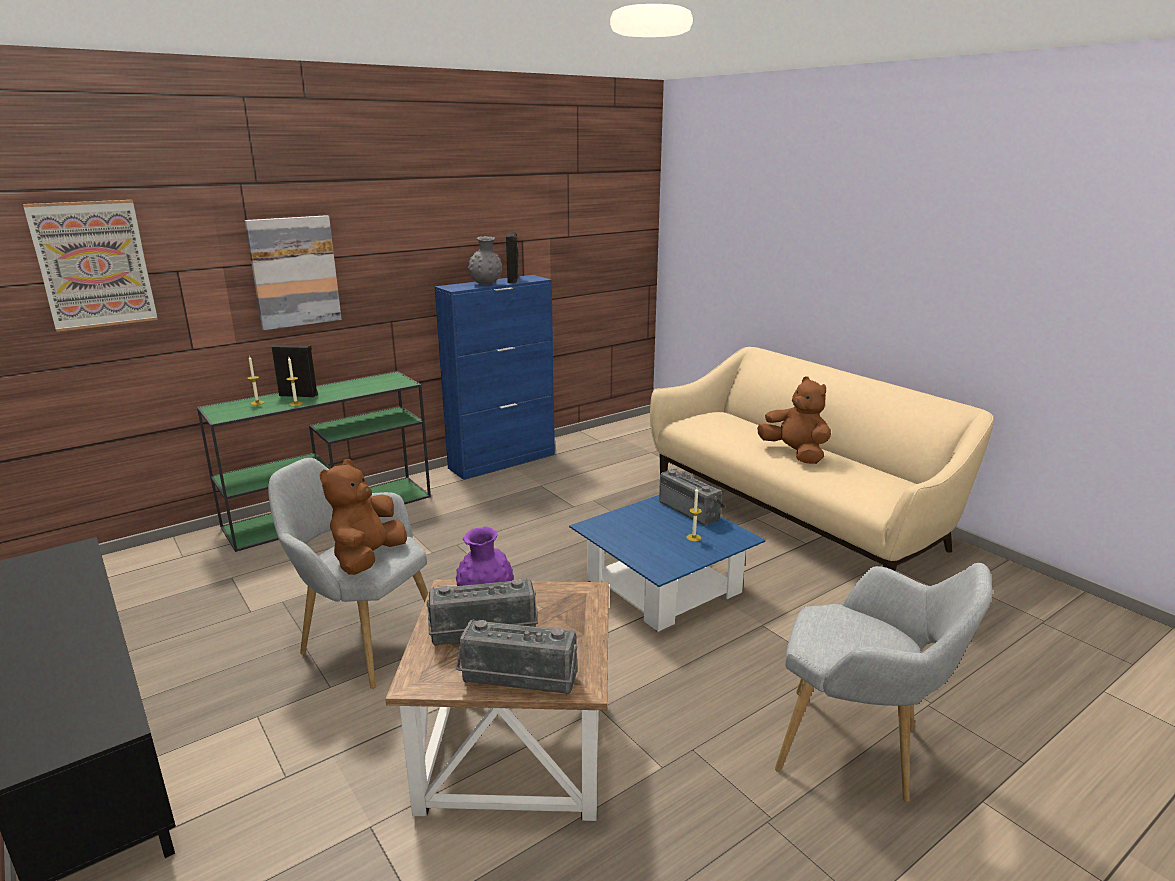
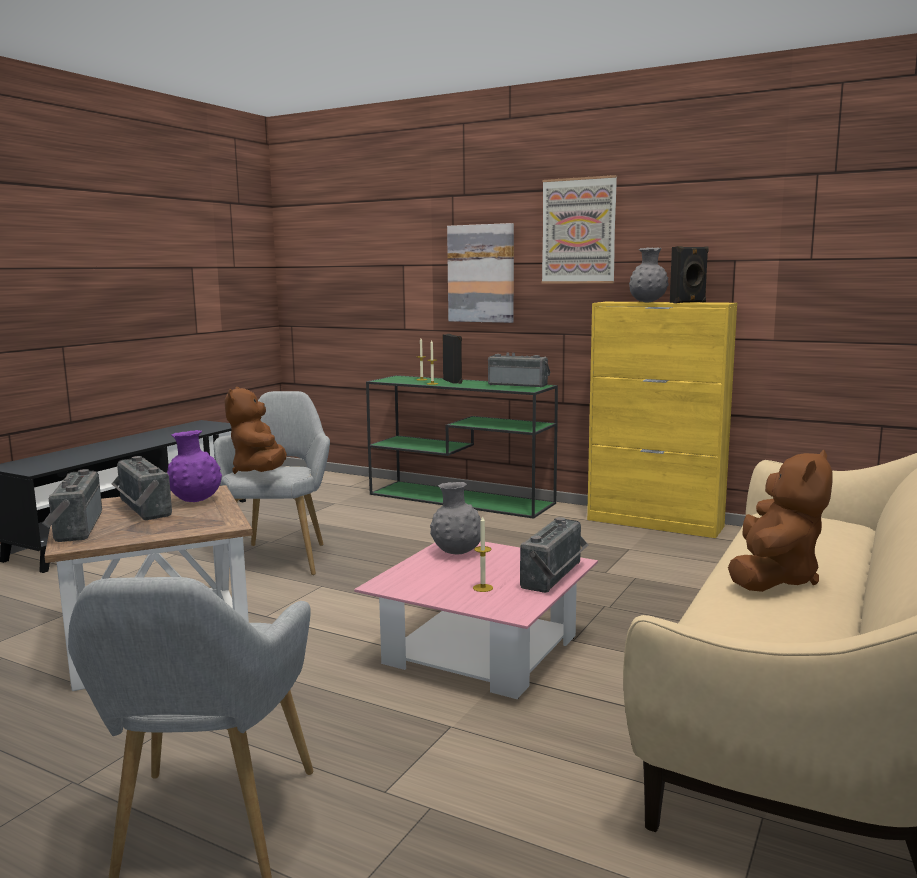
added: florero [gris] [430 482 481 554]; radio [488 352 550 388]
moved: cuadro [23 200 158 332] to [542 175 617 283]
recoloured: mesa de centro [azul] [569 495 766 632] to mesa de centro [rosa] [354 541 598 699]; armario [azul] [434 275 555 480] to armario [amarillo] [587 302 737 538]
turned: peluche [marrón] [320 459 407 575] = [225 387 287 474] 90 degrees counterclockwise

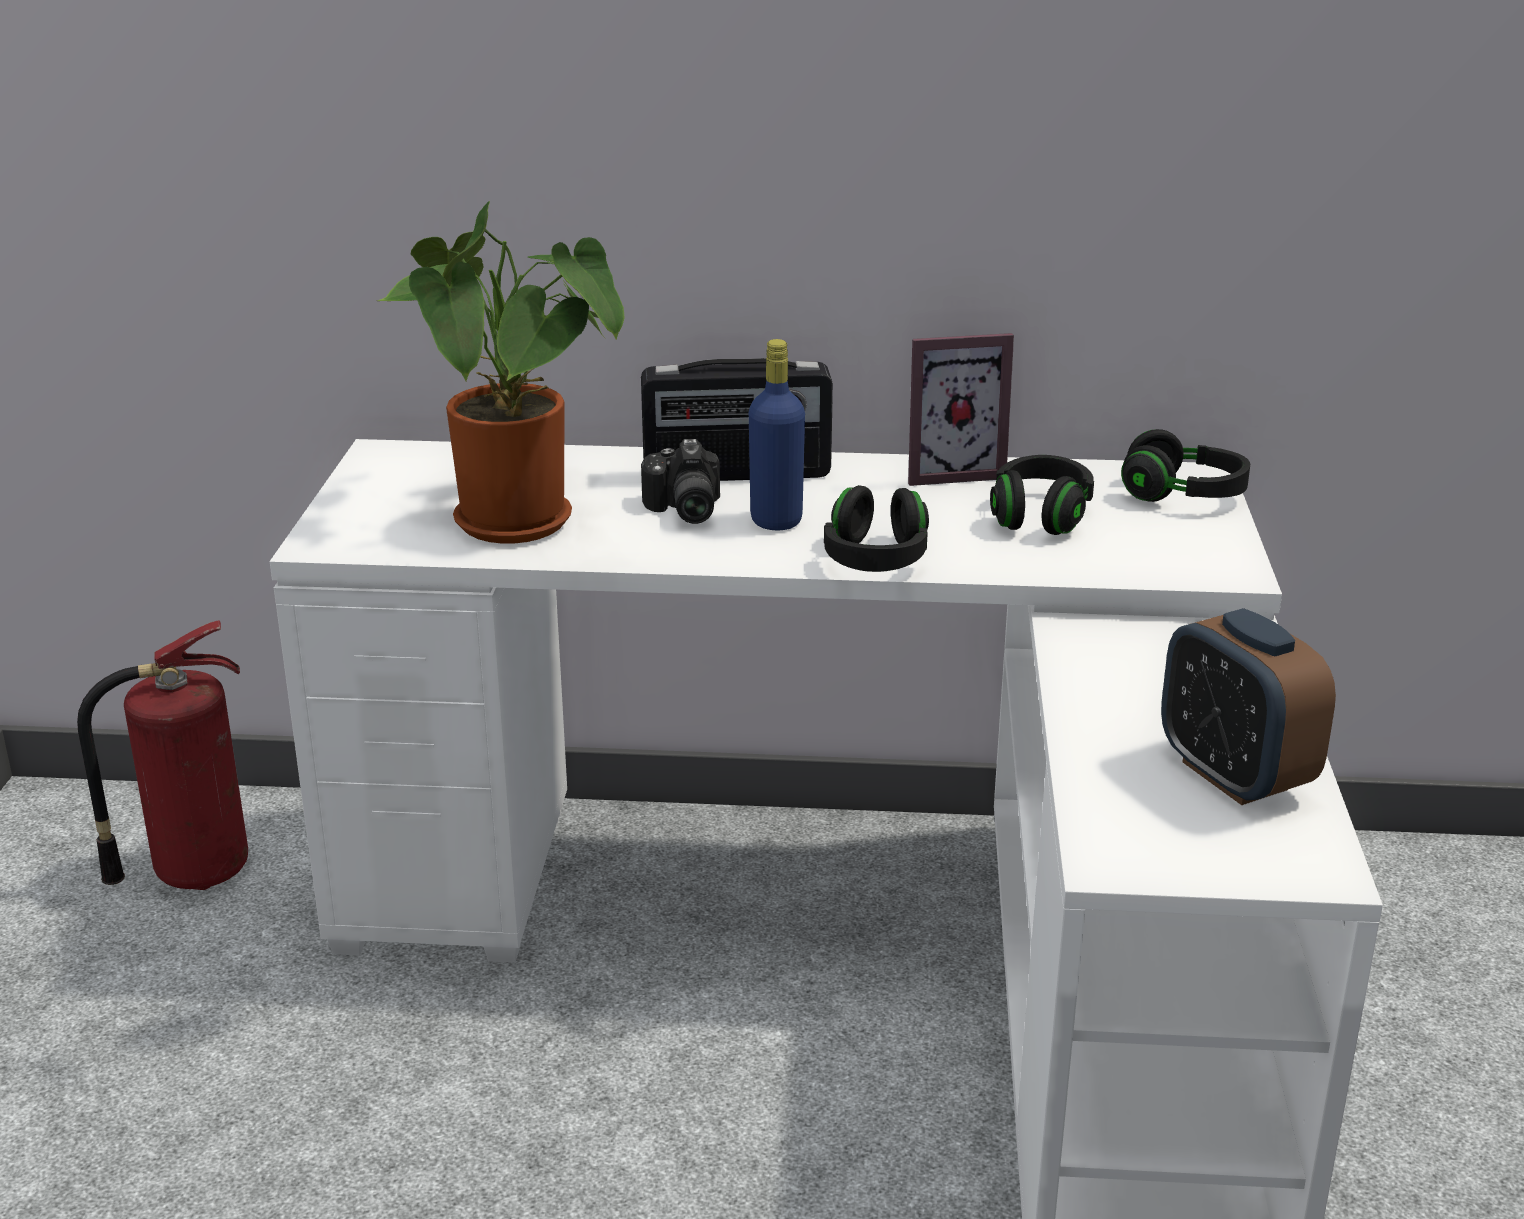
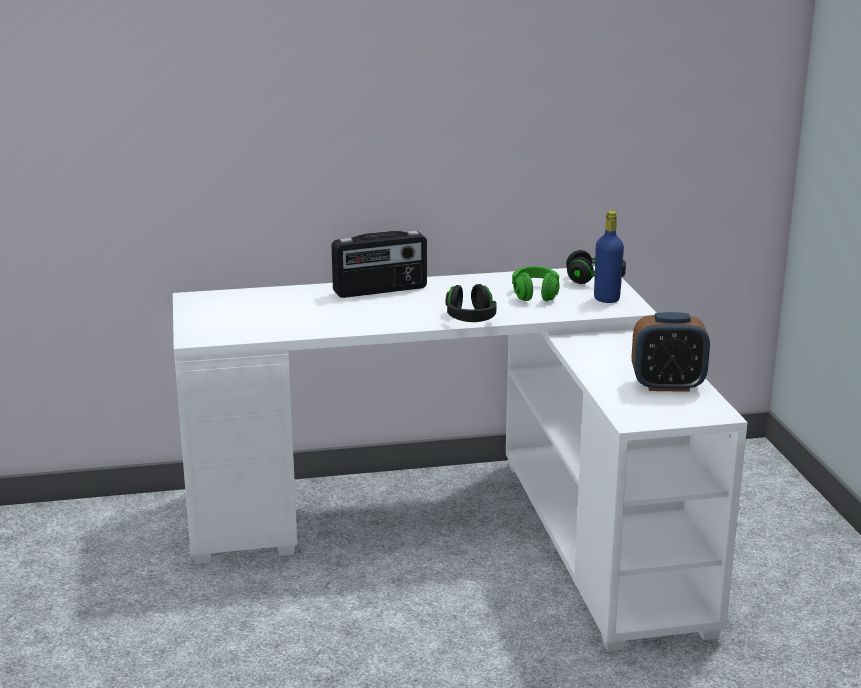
removed: extintor [77 620 248 890]; planta en maceta [378 201 625 544]; cámara [641 439 720 524]; portarretratos [908 333 1014 486]
moved: botella [azul] [749 339 805 530] to [594 211 624 303]
recoloured: auriculares [negro] [990 455 1094 535] to auriculares [verde] [512 266 560 301]
turned: despertador [1161 608 1336 805] = [632 312 710 392] 45 degrees counterclockwise

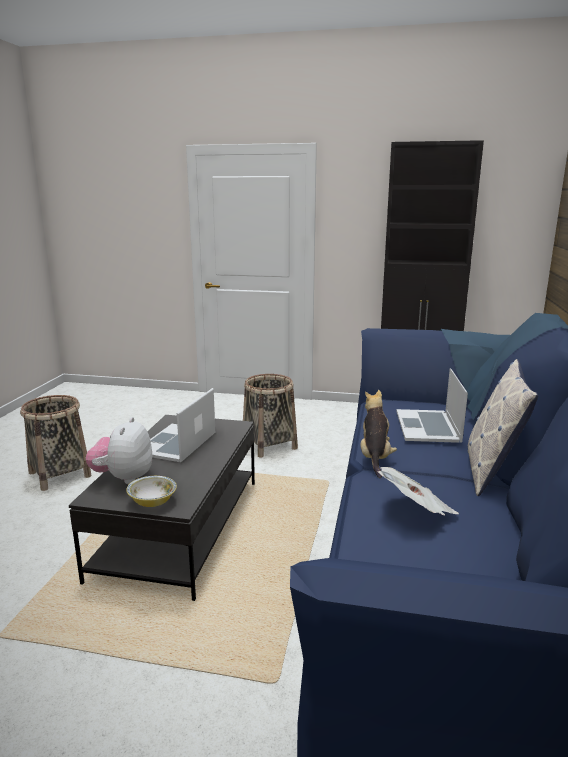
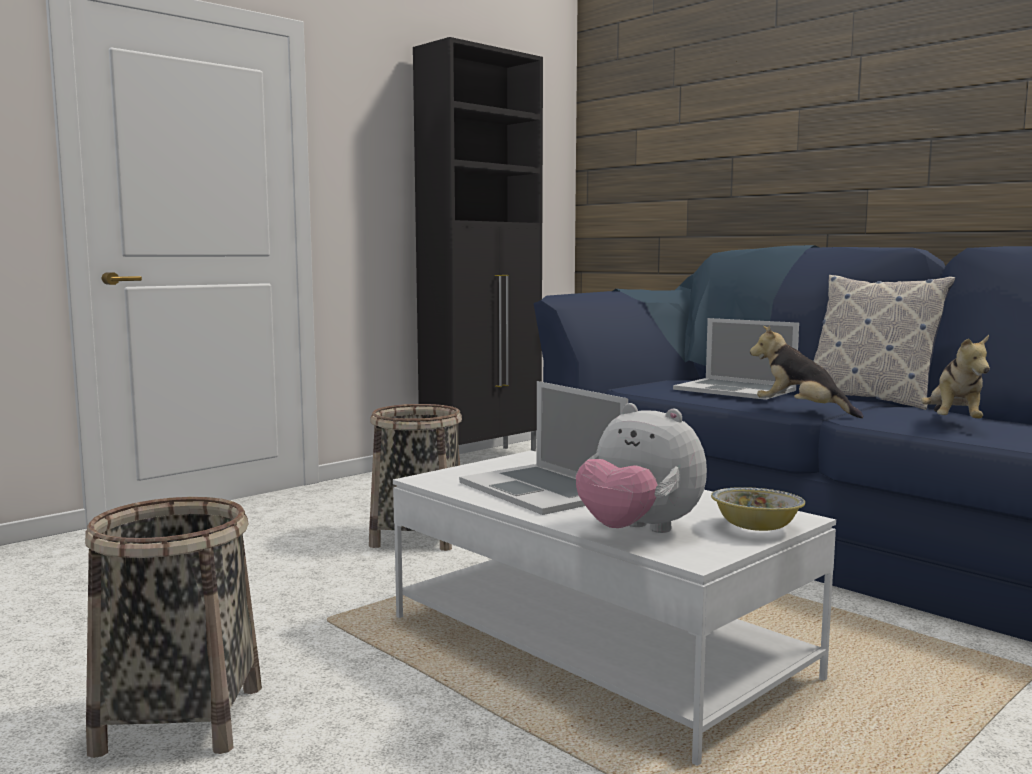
replaced: periódico [377 467 459 516] to peluche [921 335 990 419]
recoloured: mesa de centro [negro] [69 415 255 601] to mesa de centro [blanco] [393 450 836 766]

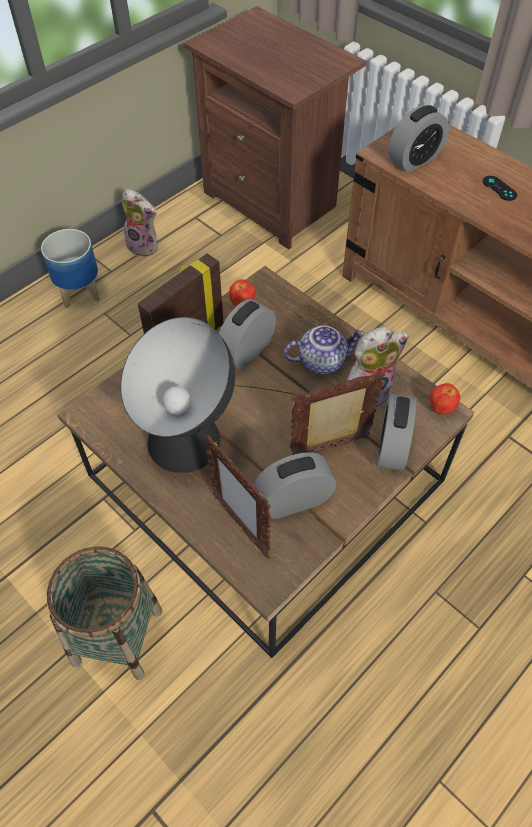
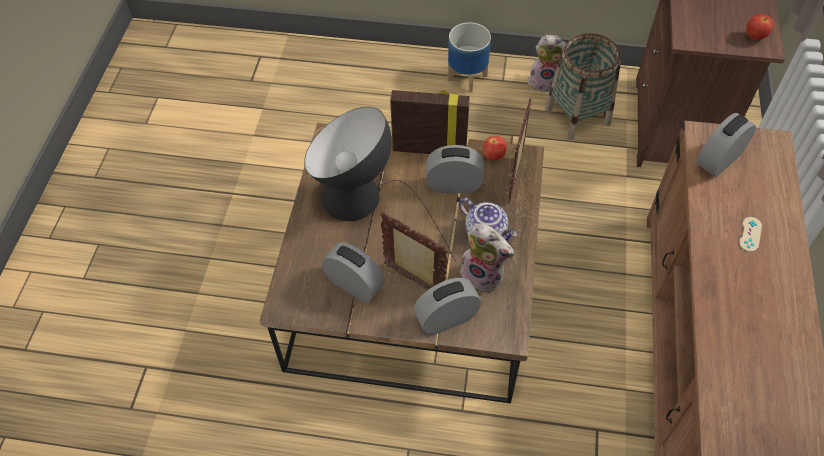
moved: portarretratos [204 435 271 559] to [508 99 531 204]; cesta [47 546 162 680] to [545 33 621 140]; manzana [430 383 460 415] to [746 14 773 40]
recoloured: mando de consola [negro] [483 176 517 201] to mando de consola [beis] [739 217 762 252]
turned: peluche [122 189 158 257] = [528 35 566 92] 75 degrees counterclockwise; despertador [388 105 449 173] = [697 113 756 177] 120 degrees clockwise

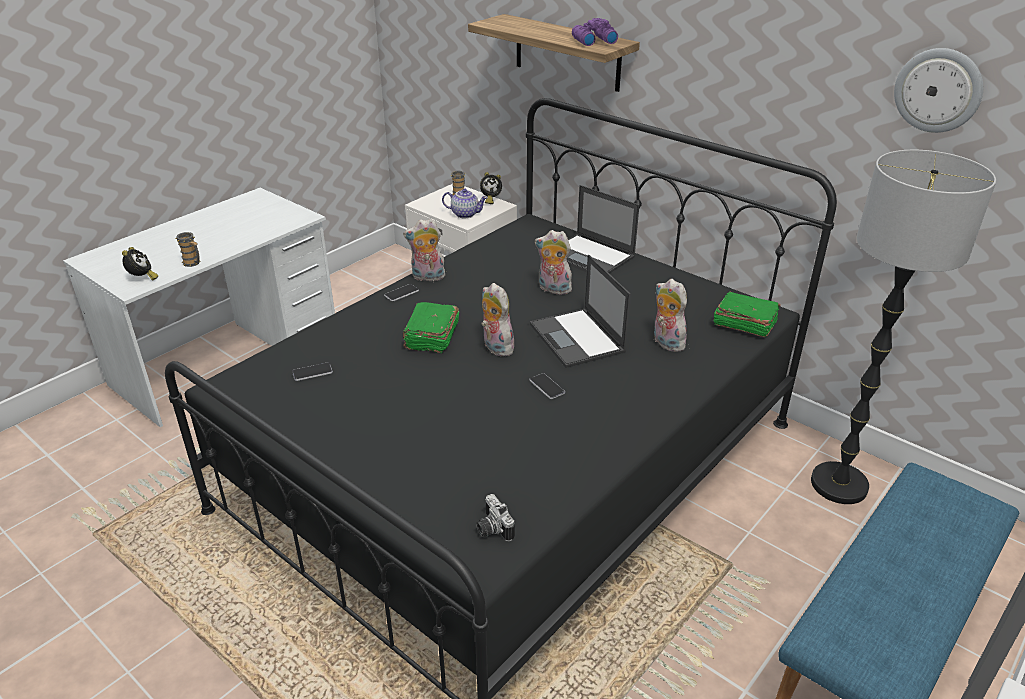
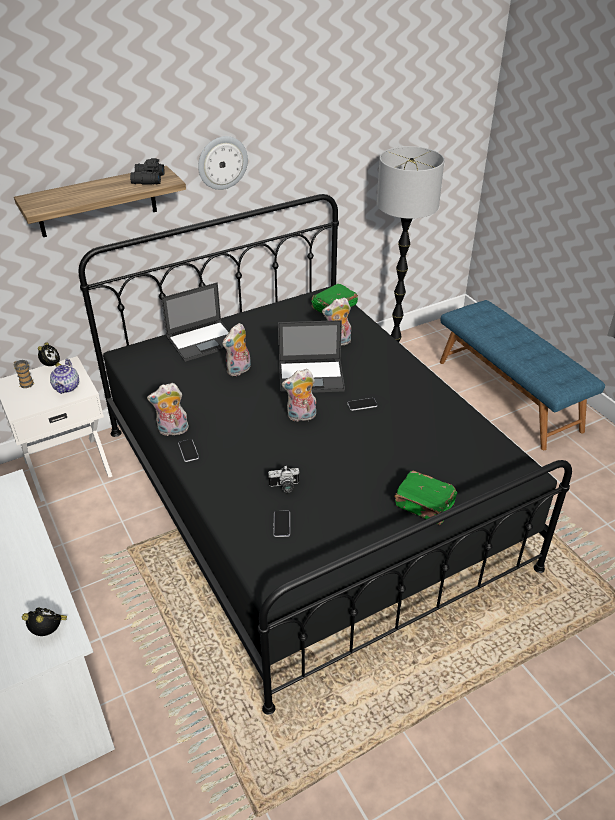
removed: taza grande [175 232 201 267]
moved: reloj de pared [894 48 983 133] to [198 136 248 190]; cámara [476 494 515 541] to [268 465 300 493]; libro [verde] [403 302 459 353] to [394 471 457 525]
recoloured: prismáticos [morado] [572 18 618 46] to prismáticos [negro] [130 158 165 185]
turned: tetera [442 189 488 218] = [50 359 79 394] 150 degrees clockwise; peluche [403 219 447 281] = [147 383 189 436] 60 degrees clockwise

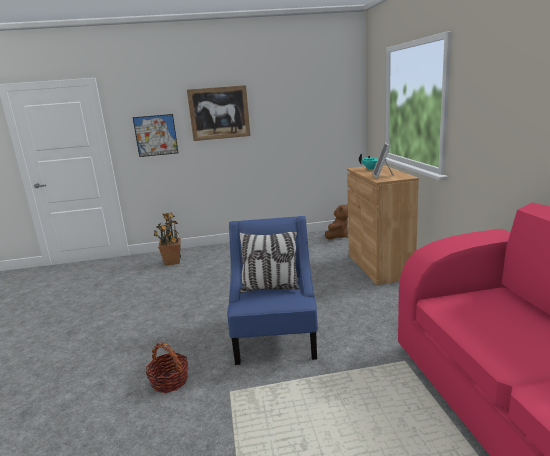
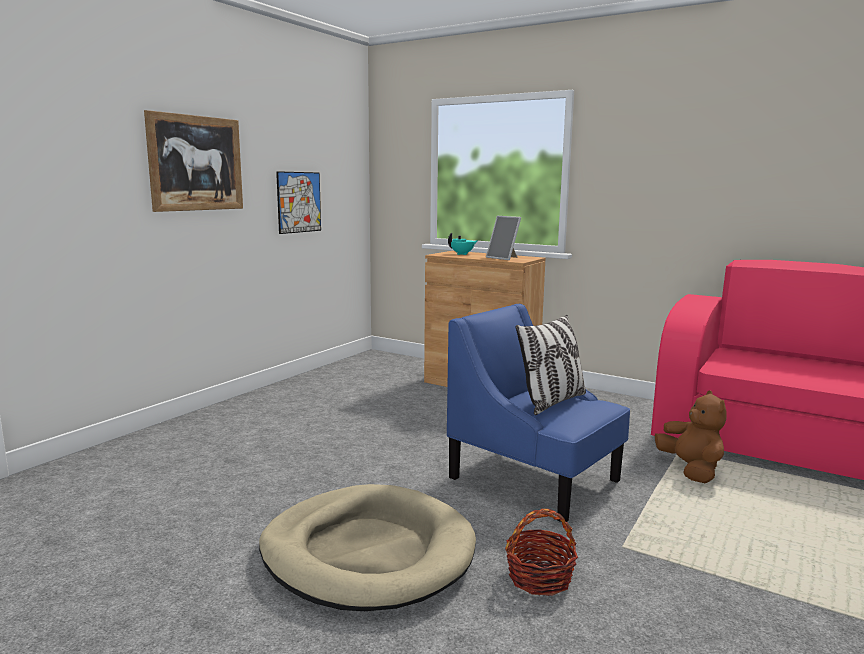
removed: planta en maceta [154 212 181 266]
added: cama para perro [beis] [259 484 476 611]
moved: cuadro [133 114 178 157] to [276 171 321 234]; peluche [marrón] [325 204 348 240] to [655 391 727 484]

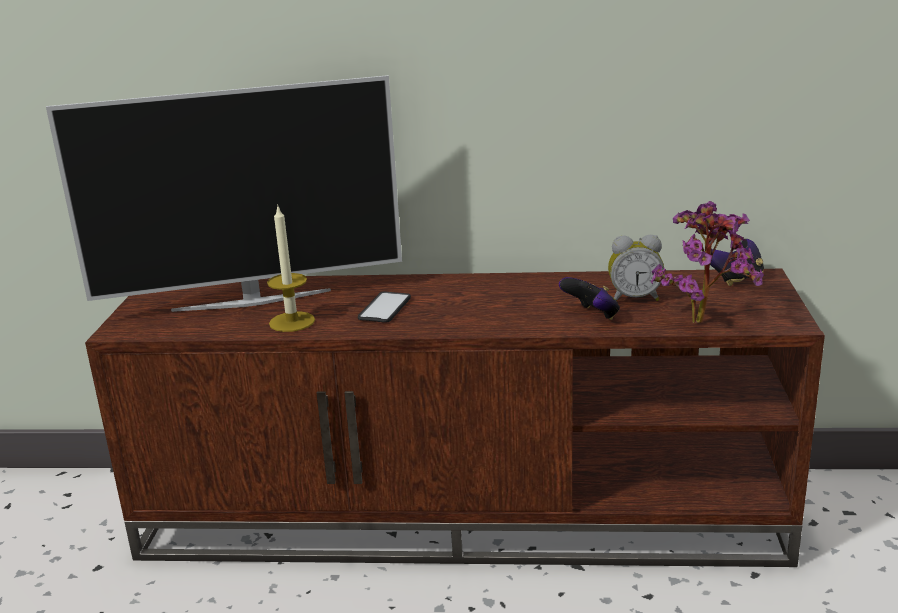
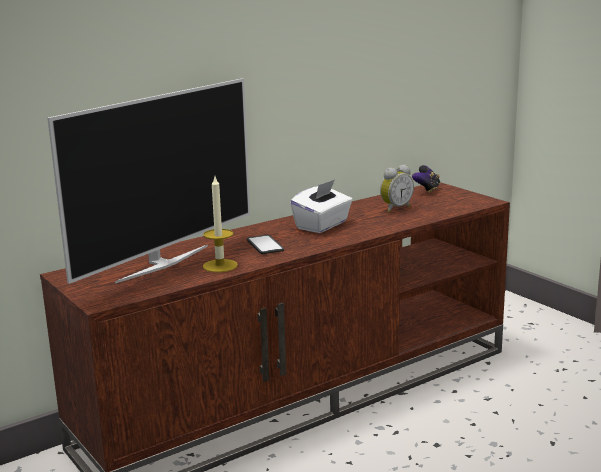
removed: mando de consola [559 277 620 320]; planta en maceta [651 201 764 323]
added: caja de pañuelos [blanco] [290 179 353 233]

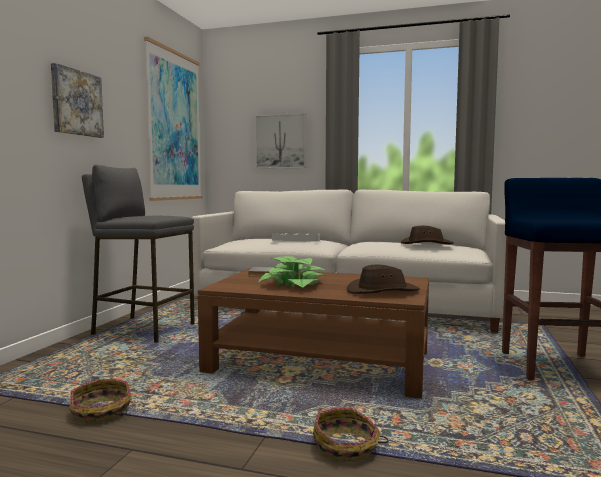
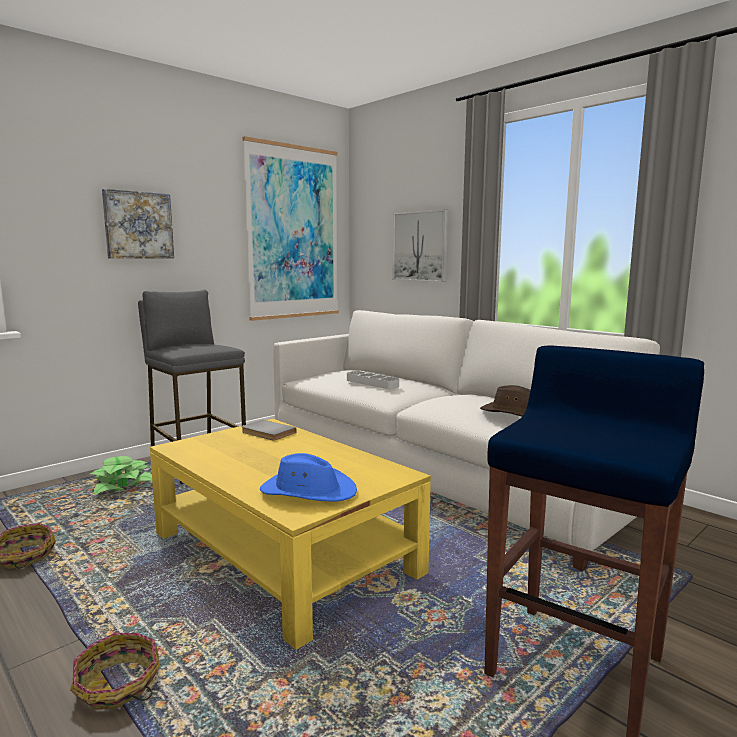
moved: planta en maceta [258 256 325 288] to [90 456 152 495]
recoloured: mesa de centro [marrón] [198 269 429 399] to mesa de centro [amarillo] [150 419 431 650]; sombrero [marrón] [347 265 420 294] to sombrero [azul] [260 453 357 502]

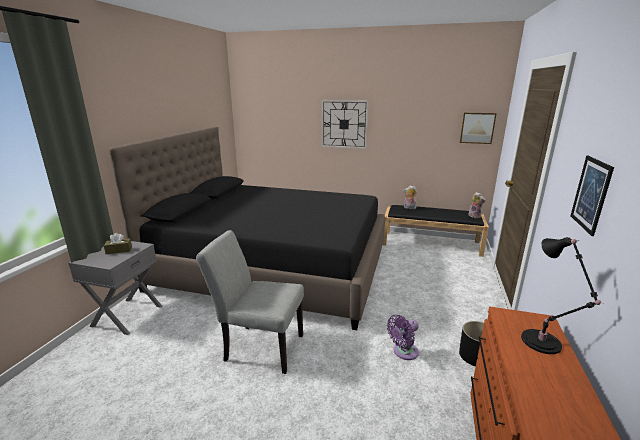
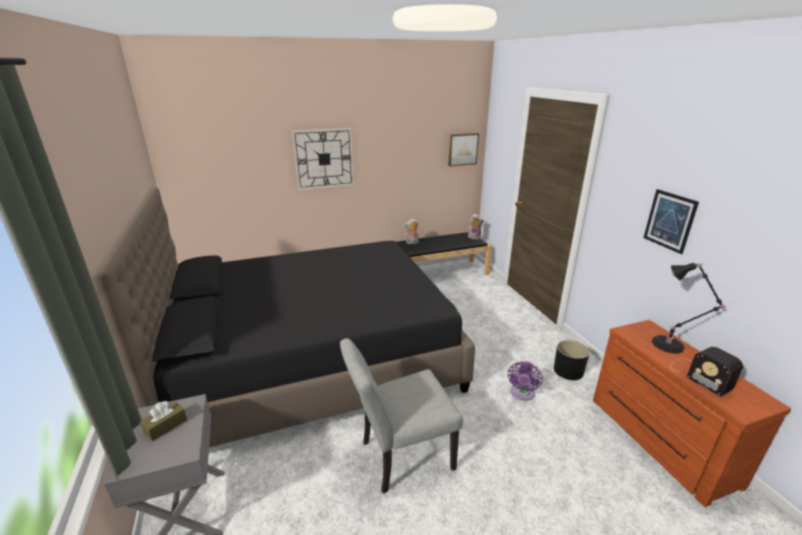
added: radio [670 347 743 397]

